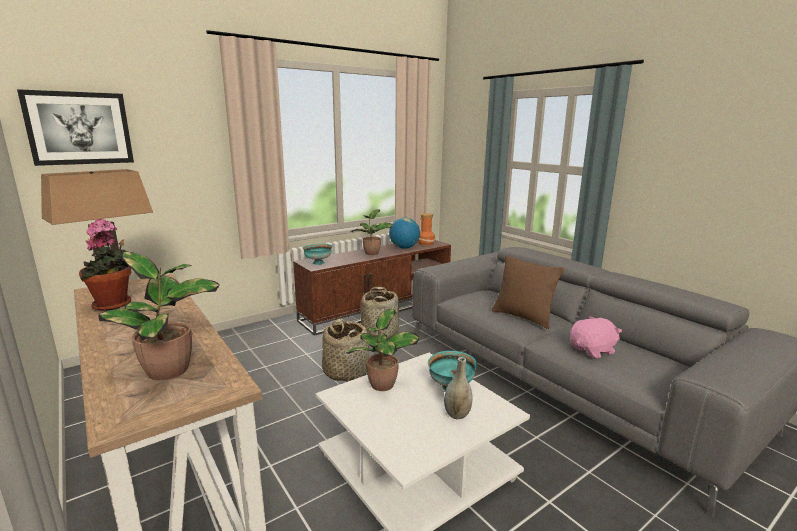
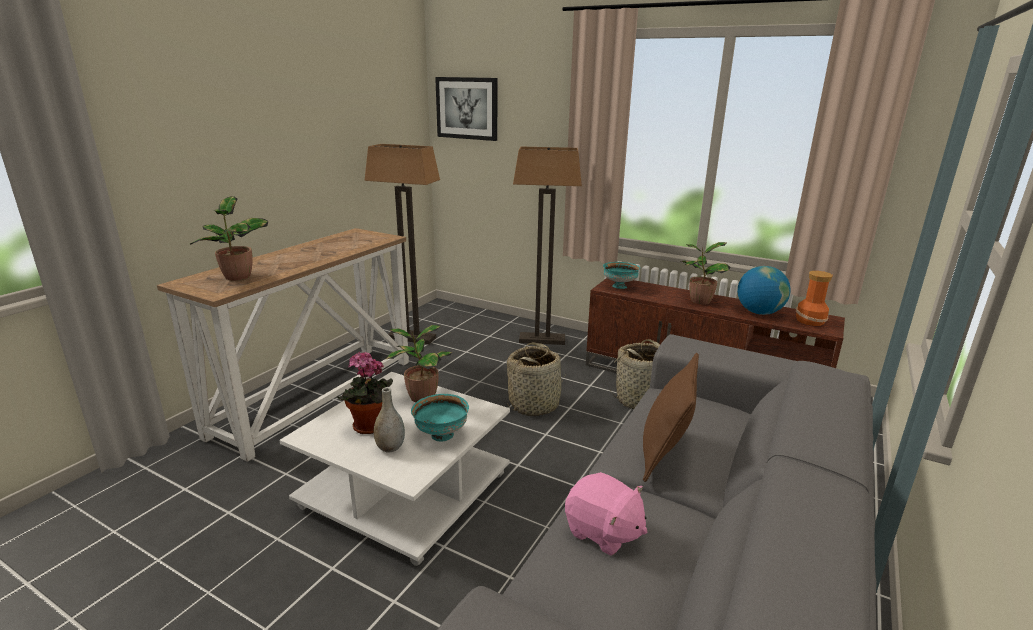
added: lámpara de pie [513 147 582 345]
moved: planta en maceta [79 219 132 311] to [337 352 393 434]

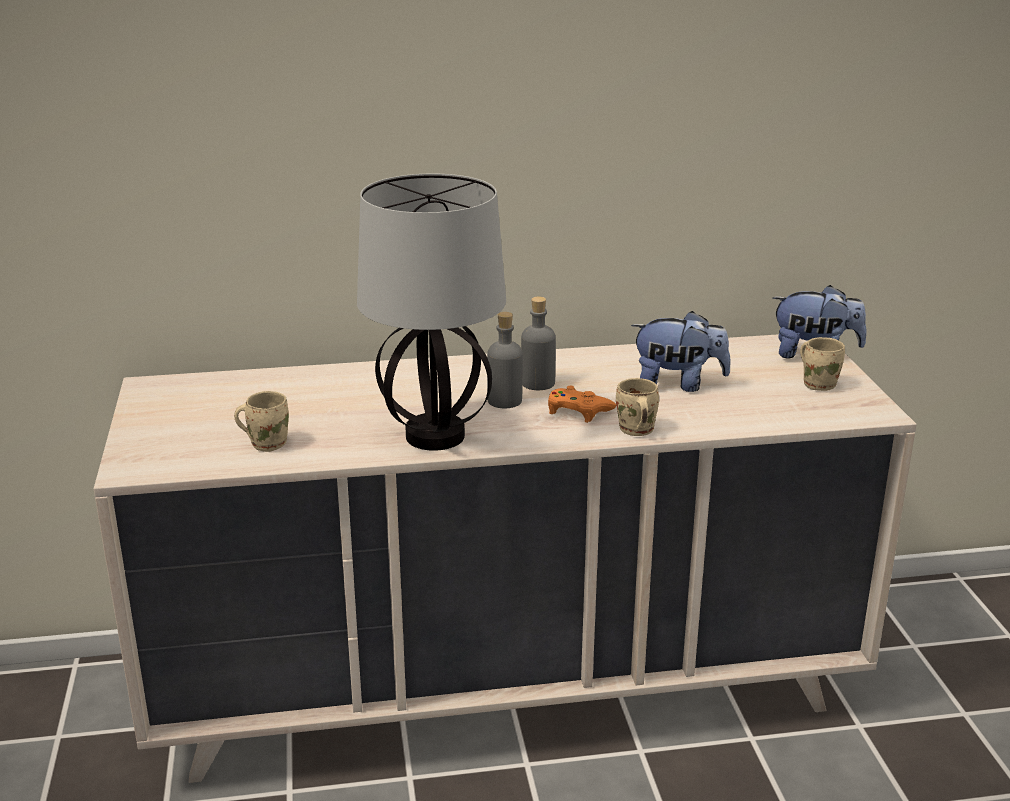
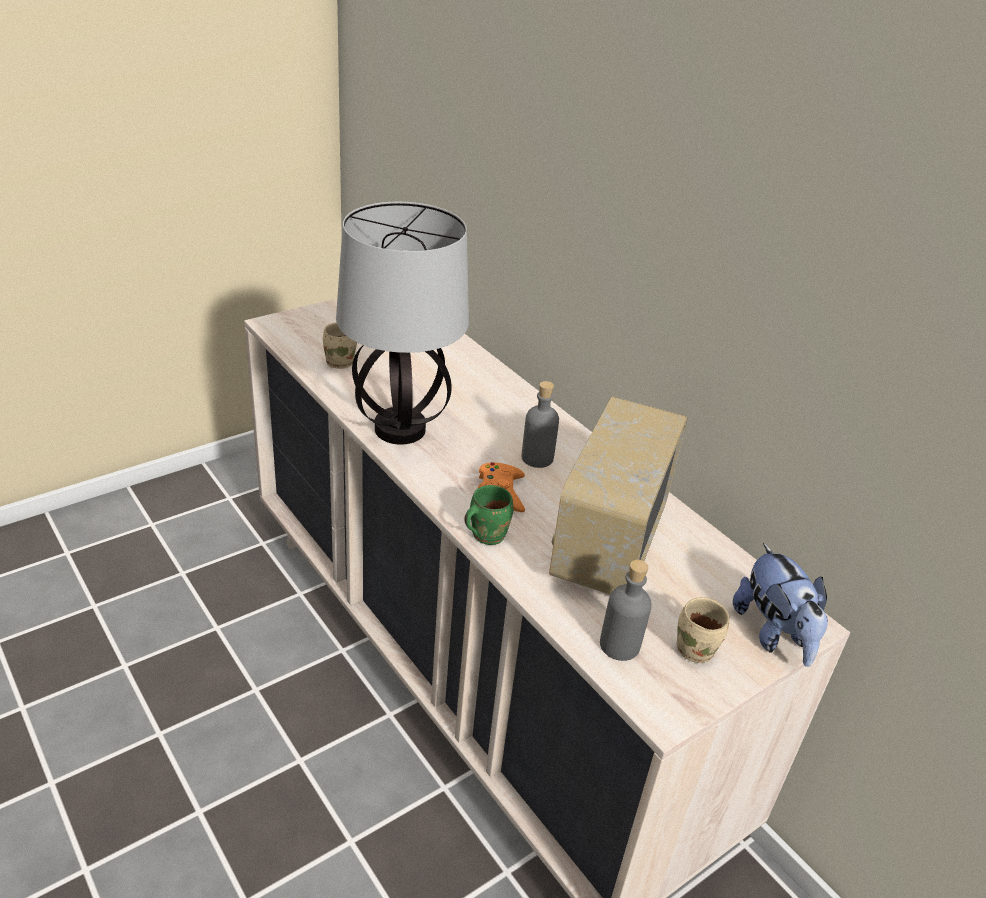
moved: botella [gris] [487 312 523 408] to [600 560 652 661]
replaced: peluche [631 311 731 392] to radio [549 396 688 594]
recoloured: taza grande [beis] [616 378 659 436] to taza grande [verde] [464 485 513 545]

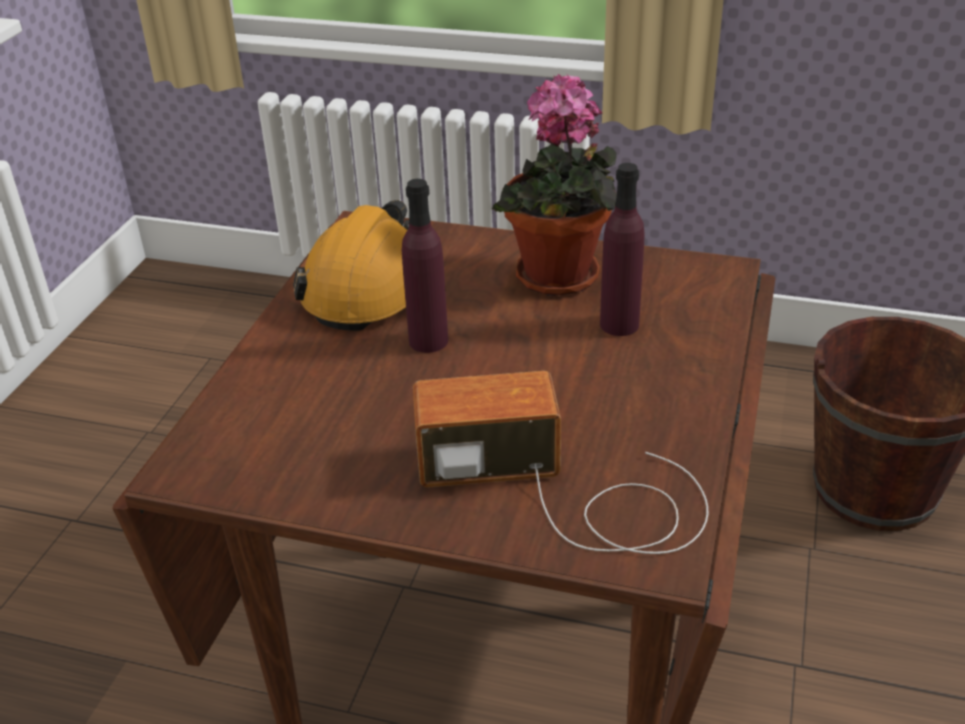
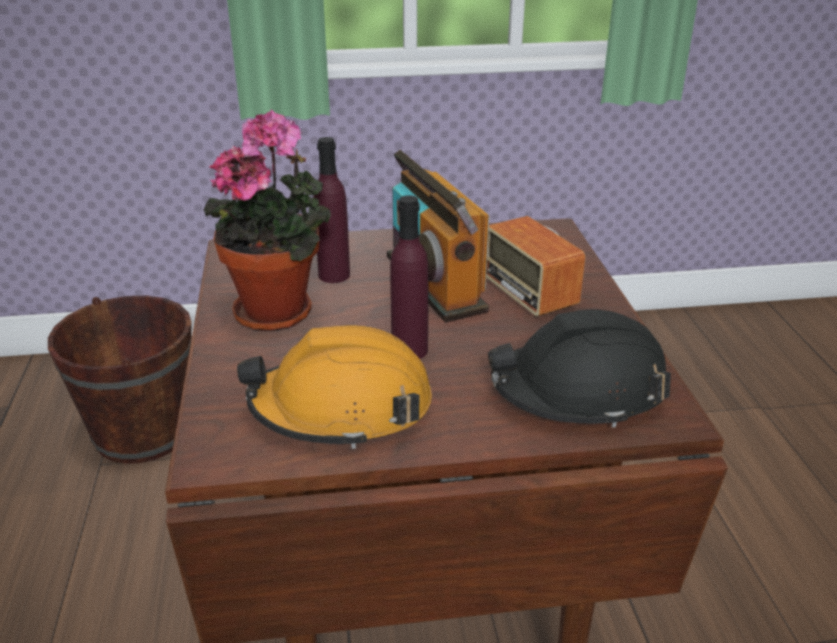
added: radio [387 150 489 323]; casco [negro] [488 309 671 428]

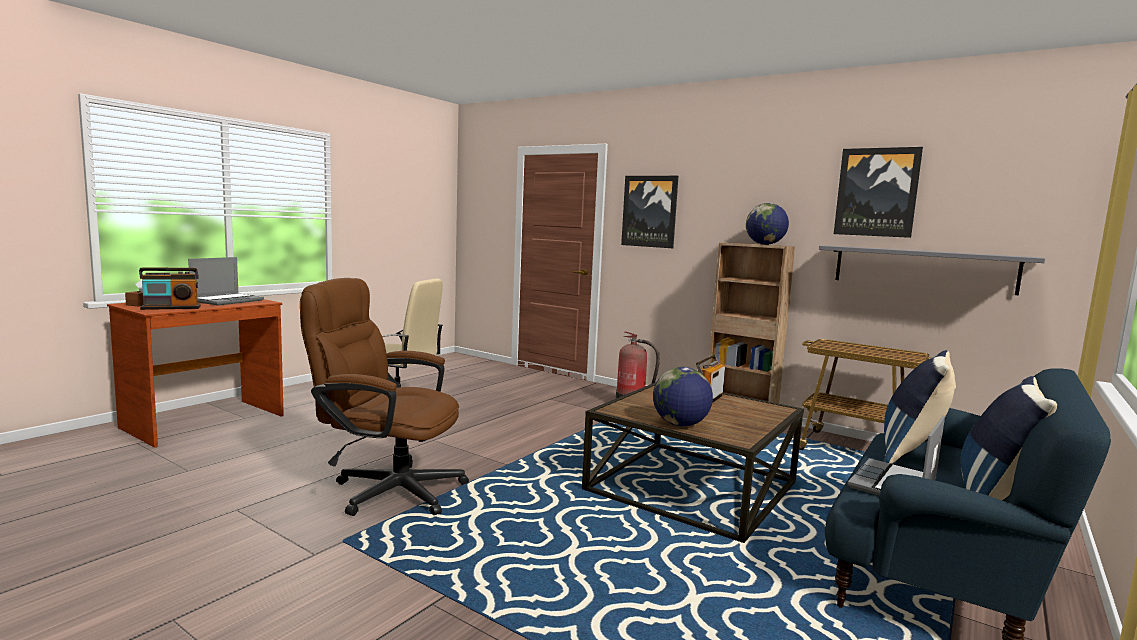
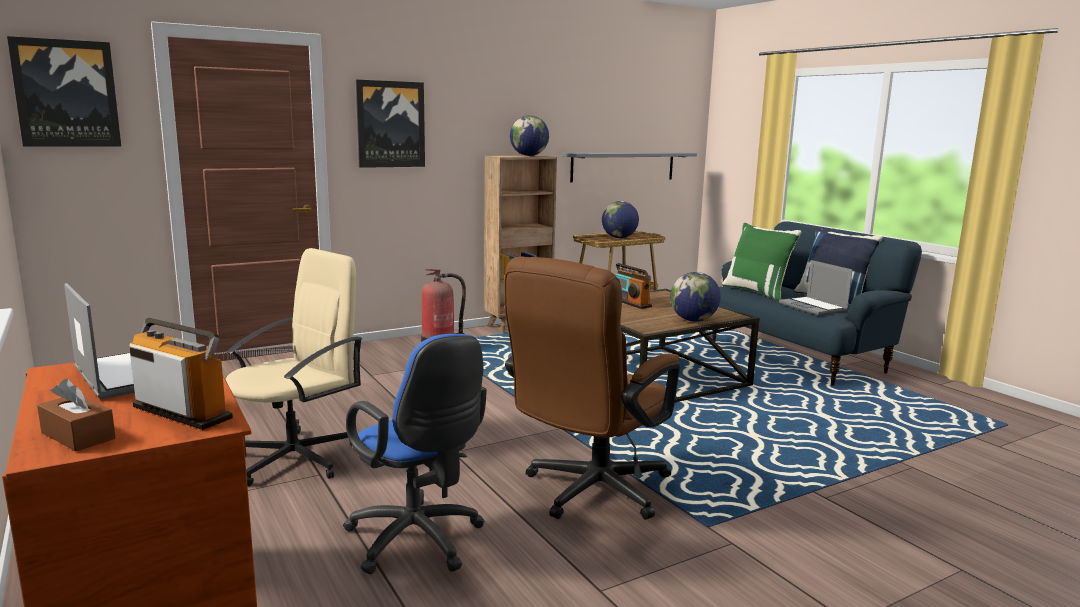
added: silla de oficina [azul] [343 334 487 574]; globo terráqueo [602 201 639 238]
moved: cuadro [834 147 923 238] to [7 36 121 147]
recoloured: cojín [azul] [884 350 956 464] to cojín [verde] [722 223 801 301]
turned: radio [139 267 201 310] = [129 318 233 430] 60 degrees counterclockwise

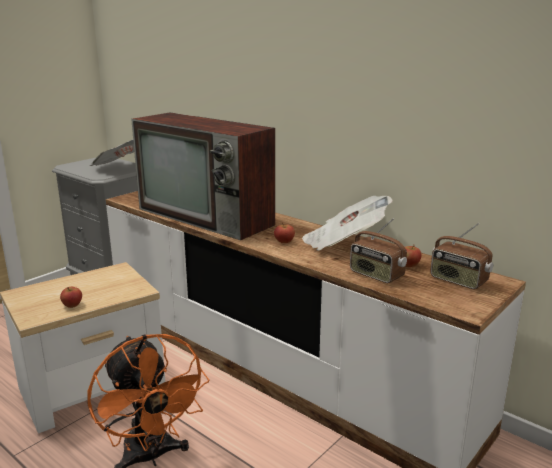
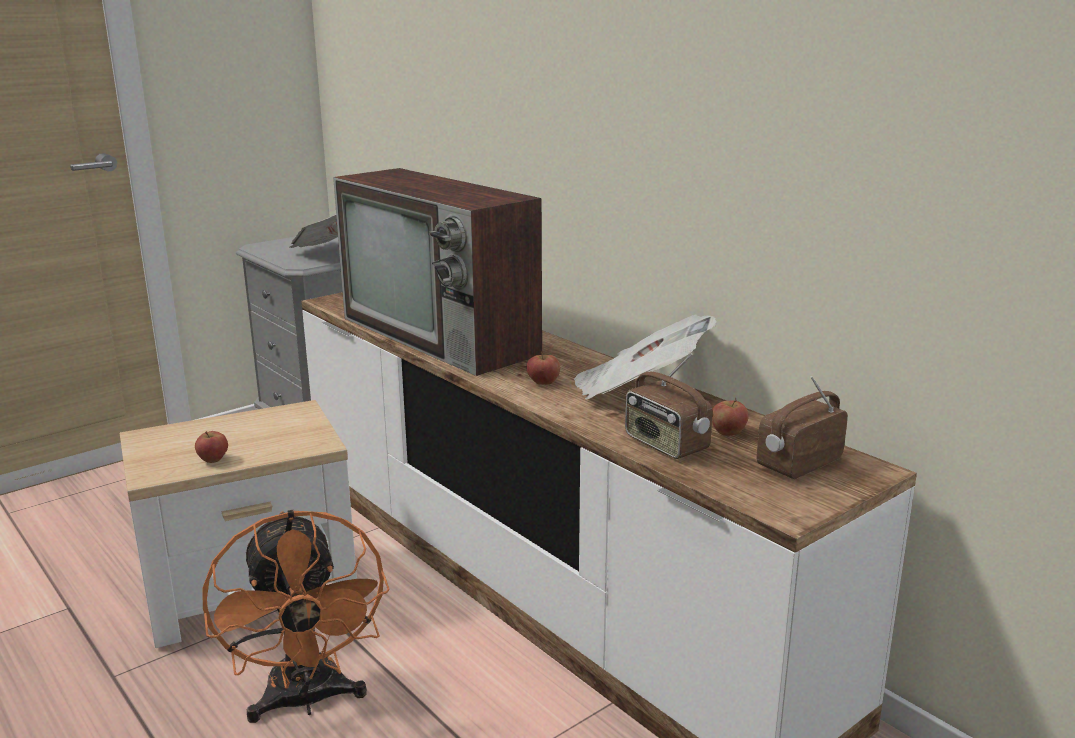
turned: radio [430 223 493 290] = [757 376 848 479] 90 degrees clockwise

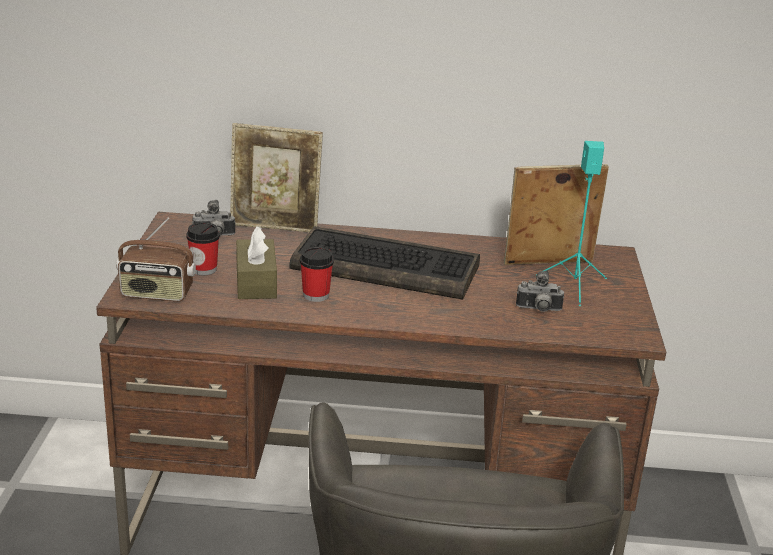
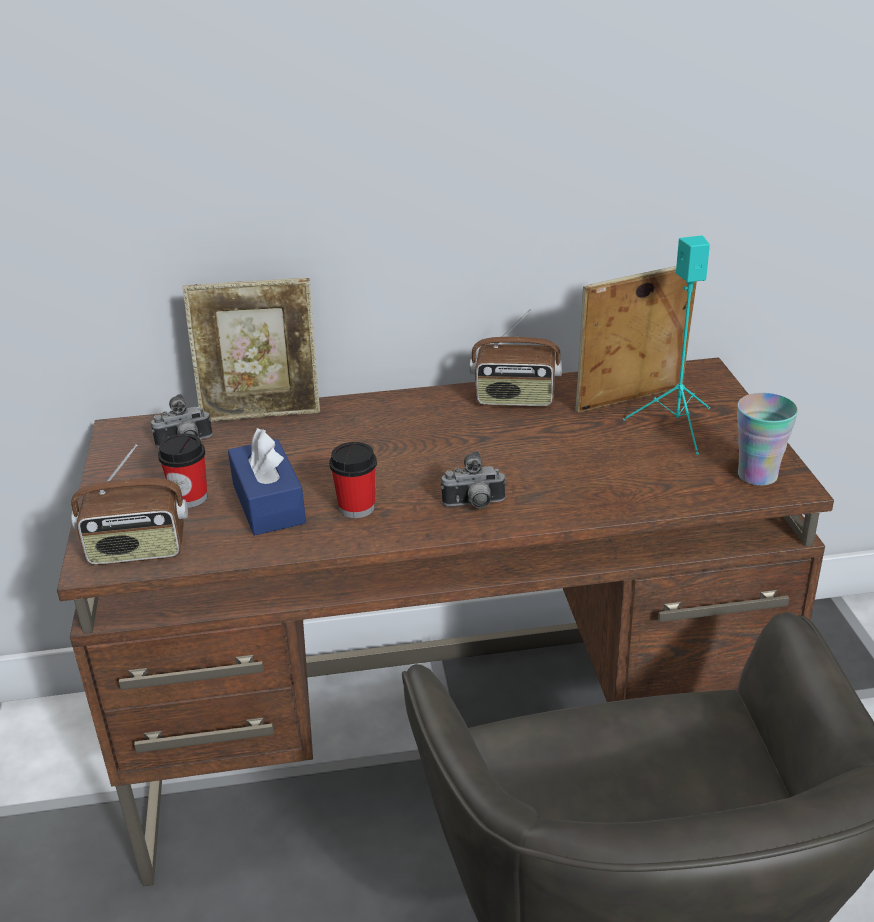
removed: teclado [290 226 480 300]
added: radio [470 308 562 407]; taza [737 393 798 486]
moved: cámara [516 270 565 312] to [441 451 506 508]
recoloured: caja de pañuelos [marrón] [236 226 277 299] to caja de pañuelos [azul] [228 428 306 536]

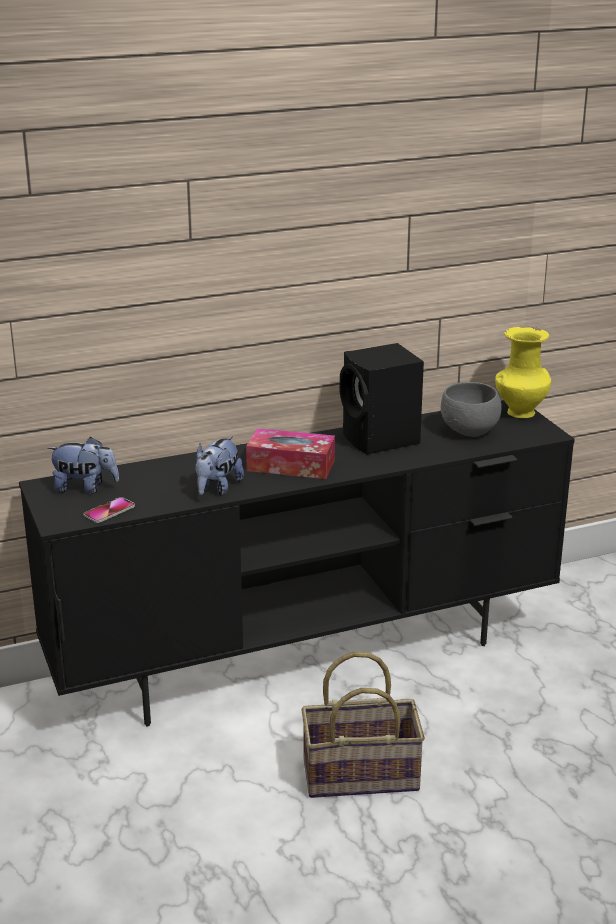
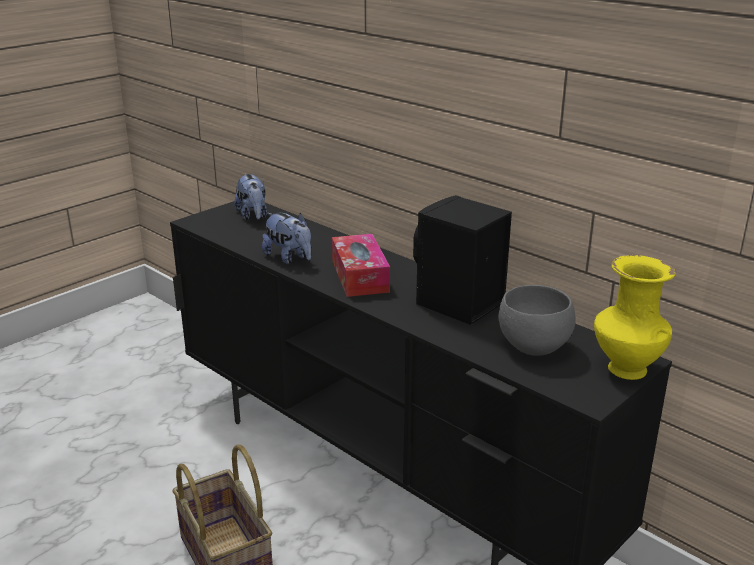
removed: móvil [84 497 135 523]
turned: peluche [196 436 244 496] = [262 213 311 264] 135 degrees counterclockwise

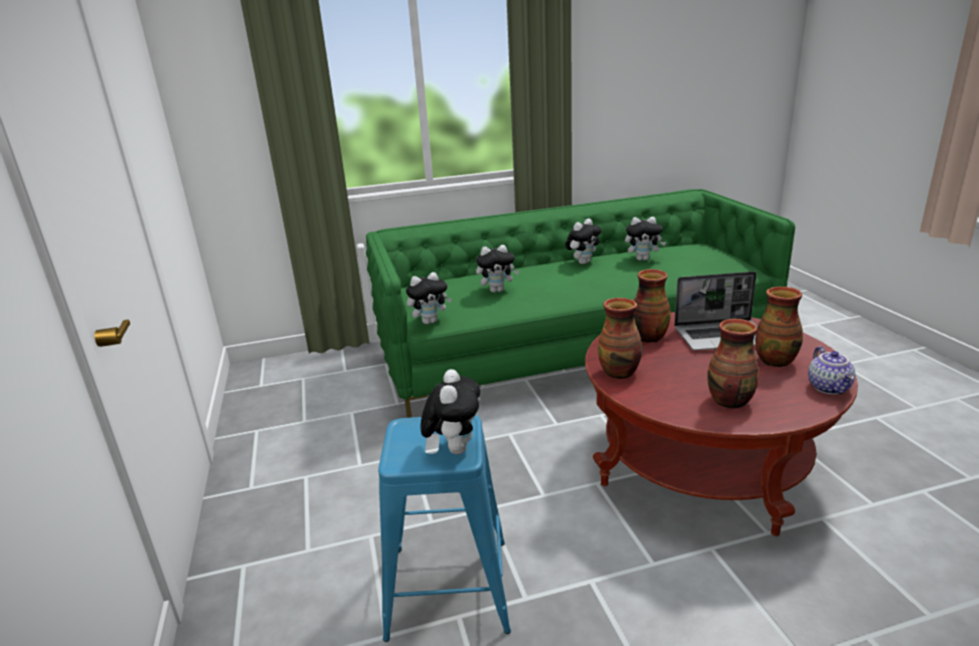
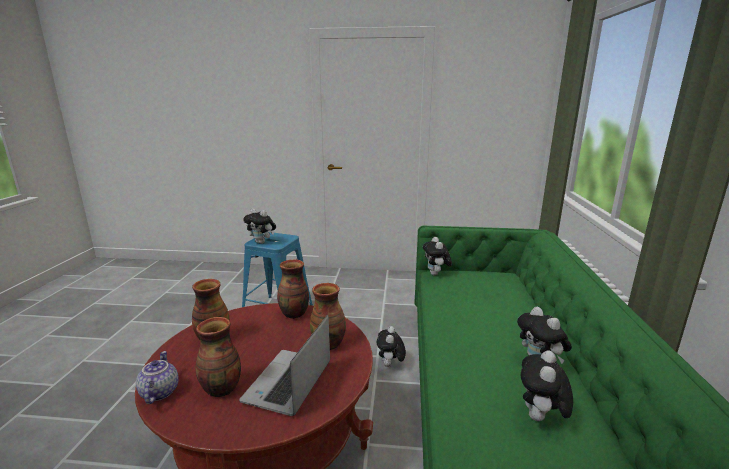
moved: peluche [476 245 519 293] to [377 326 406 367]
turned: tetera [808 346 855 395] = [136 351 179 404] 60 degrees clockwise

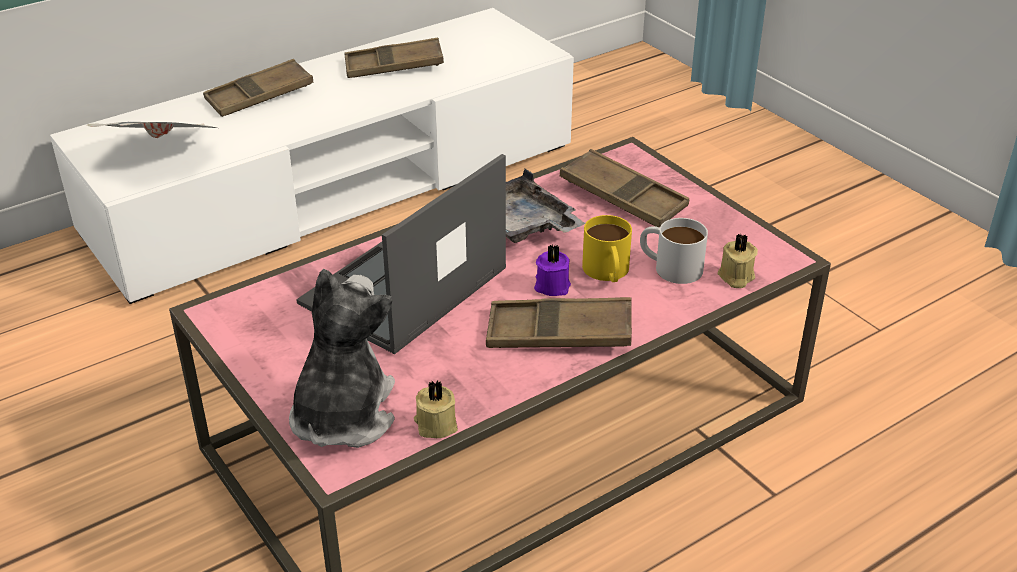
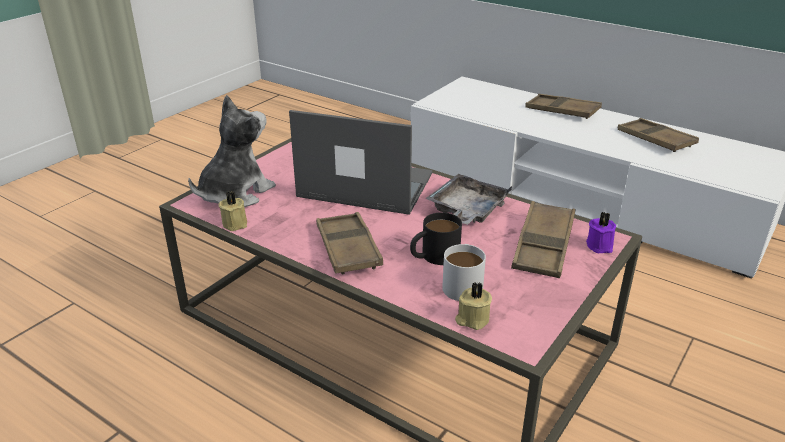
removed: periódico [87 122 216 138]
moved: vela [morado] [534 244 571 296] to [586 212 616 253]
recoloured: taza grande [amarillo] [582 215 632 282] to taza grande [negro] [410 212 462 265]
turned: peluche [289 269 395 448] = [188 95 276 207] 45 degrees counterclockwise

